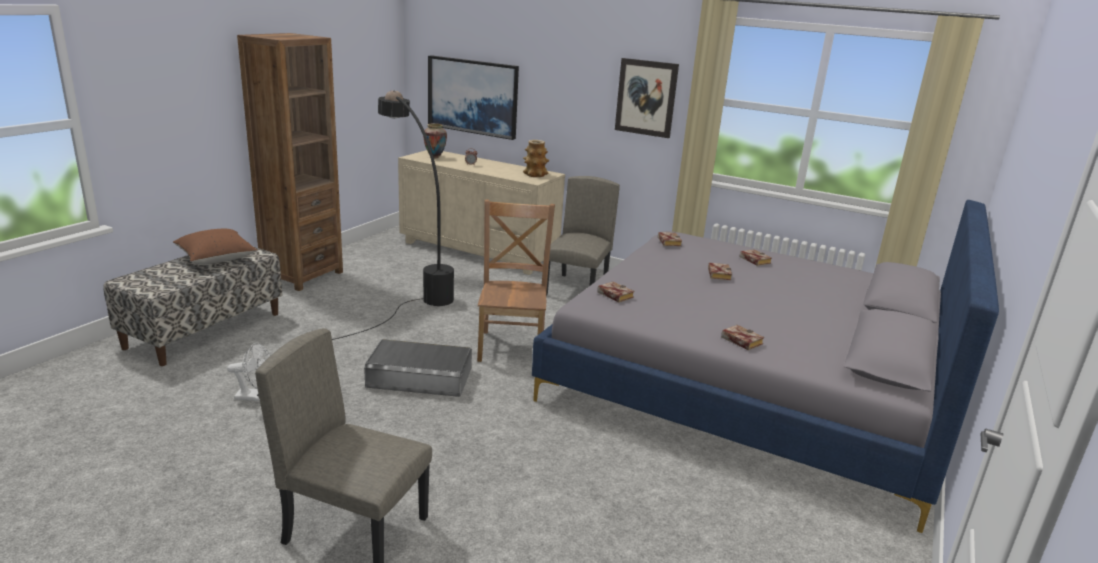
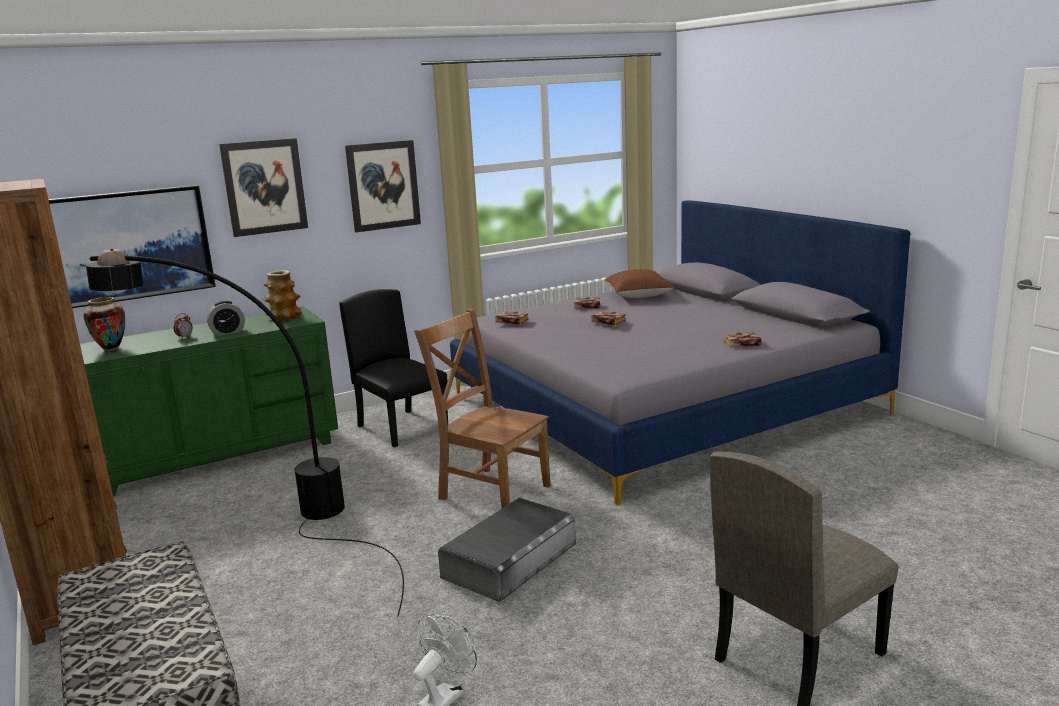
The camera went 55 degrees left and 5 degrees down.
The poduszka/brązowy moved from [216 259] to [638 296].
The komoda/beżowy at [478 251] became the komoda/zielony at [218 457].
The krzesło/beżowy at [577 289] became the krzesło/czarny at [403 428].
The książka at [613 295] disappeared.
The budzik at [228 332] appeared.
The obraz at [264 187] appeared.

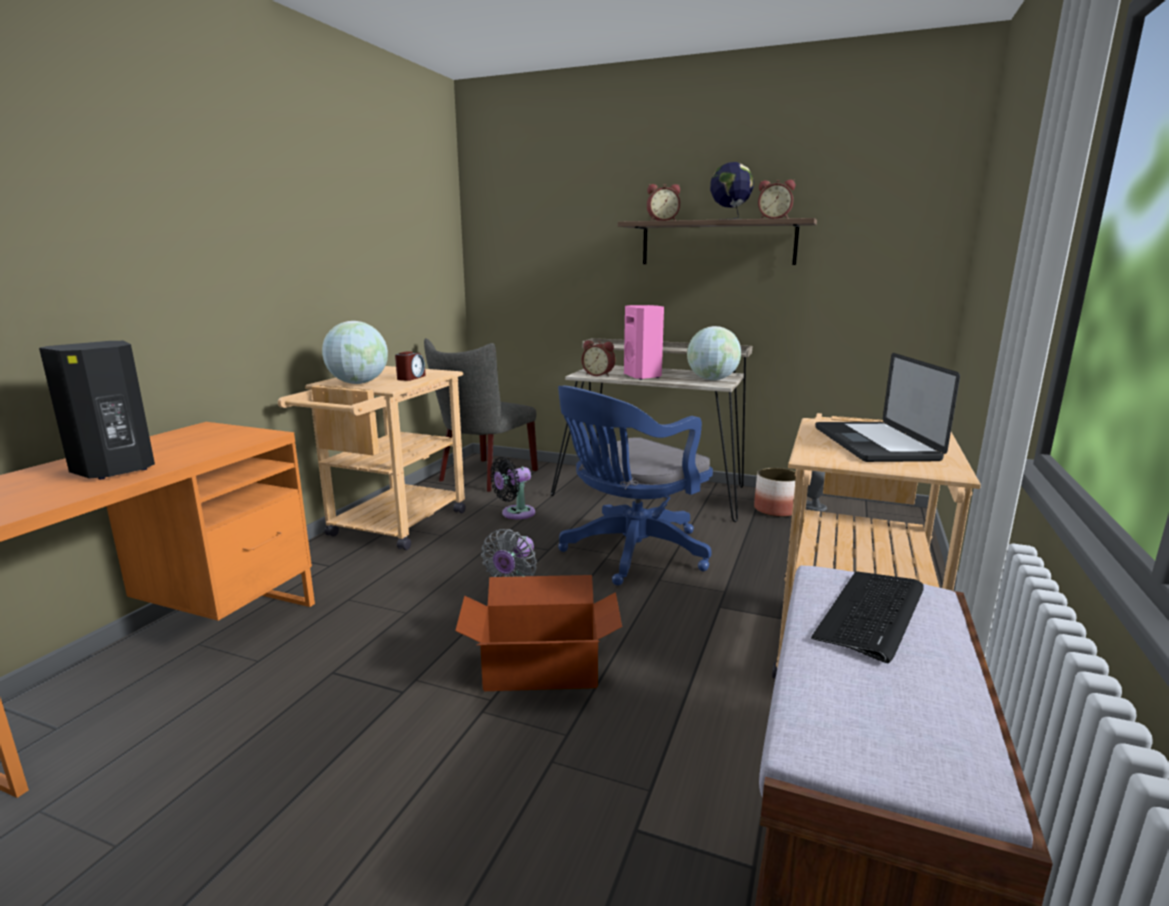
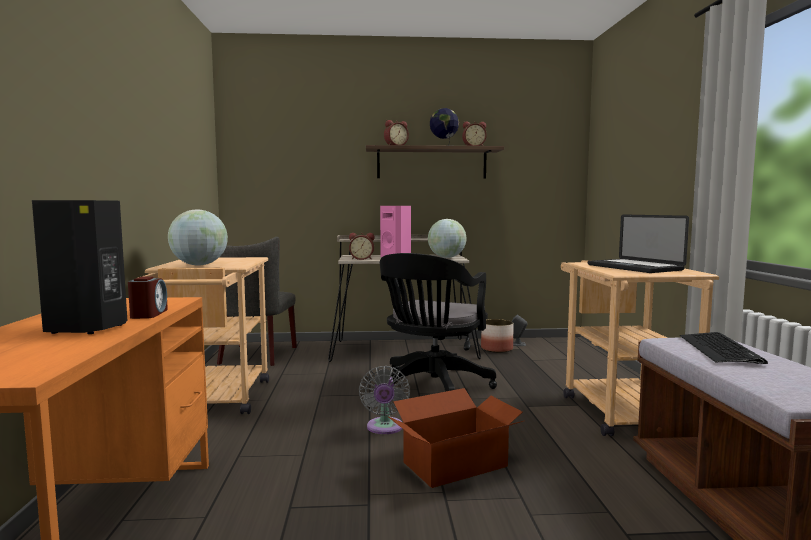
The camera went 25 degrees left and 10 degrees down.
The budzik moved from [411 378] to [149 314].
The wentylator/czarny at [515 513] disappeared.
The krzesło biurowe/niebieski at [630 553] became the krzesło biurowe/czarny at [432 387].

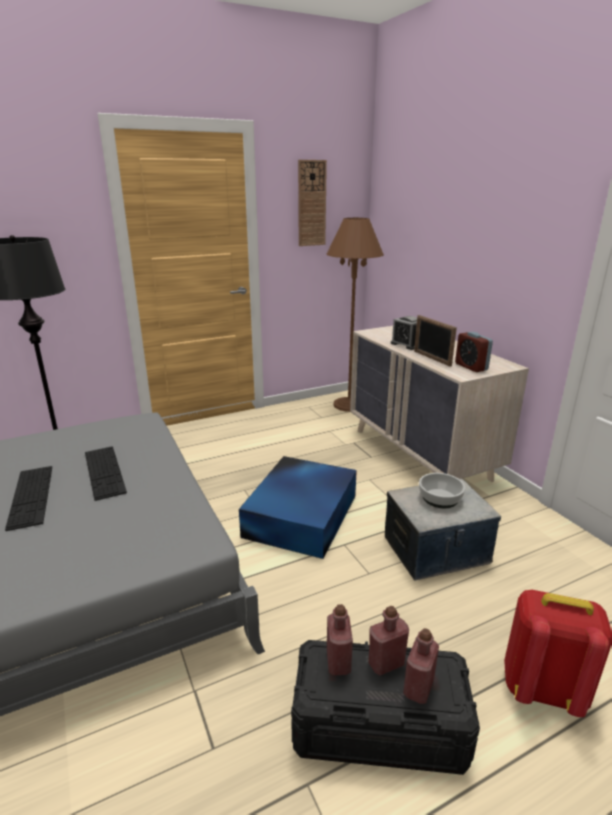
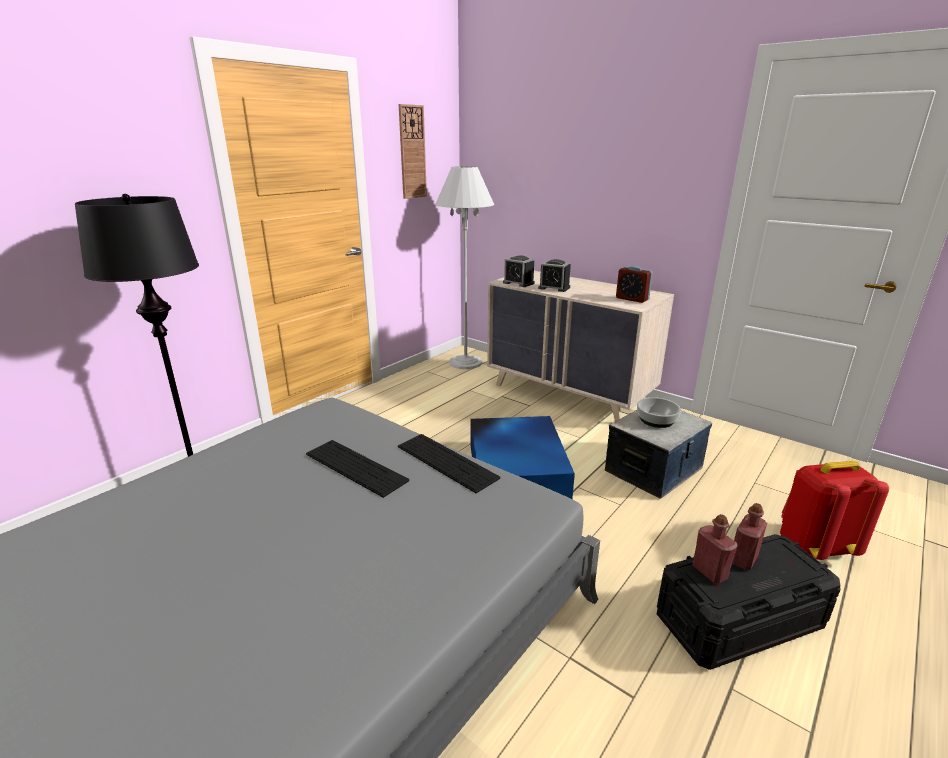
The camera went 25 degrees left and 0 degrees up.
The klawiatura moved from [31 496] to [446 462].
The lampa stojąca/brązowy at [349 405] became the lampa stojąca/biały at [465 362].
The butelka/czerwony at [418 687] disappeared.
The ramka na zdjęcie at [431 358] disappeared.
The budzik at [518 283] appeared.

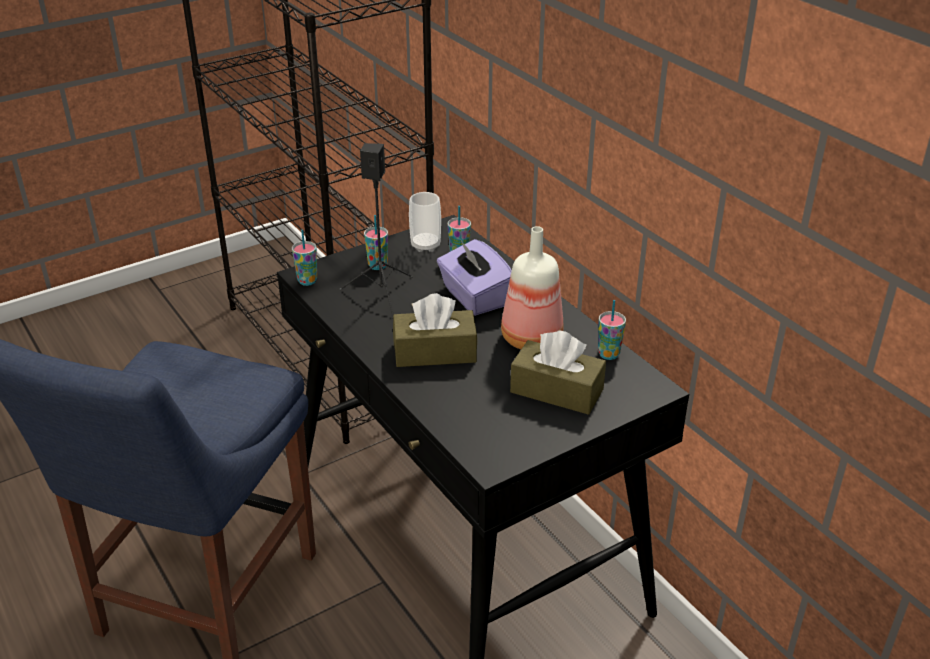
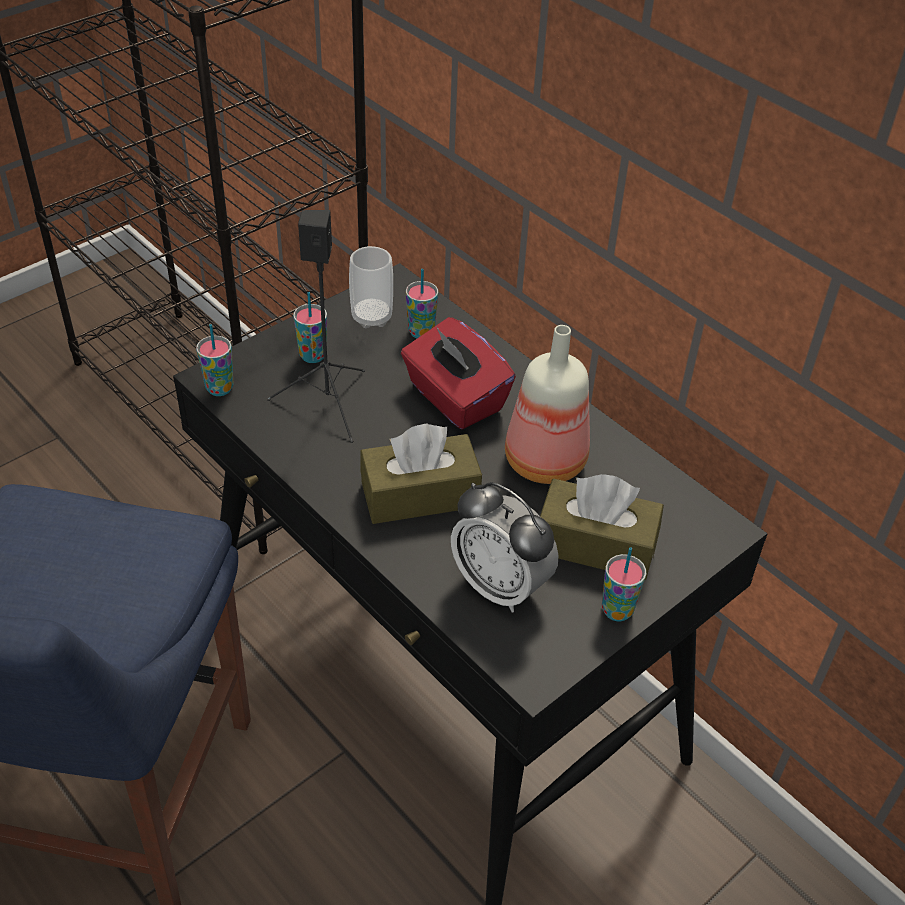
The camera went 10 degrees left and 10 degrees up.
The pudełko chusteczek/fioletowy at [474 297] became the pudełko chusteczek/czerwony at [454 398].
The filiżanka moved from [608 354] to [617 610].
The budzik at [500 586] appeared.

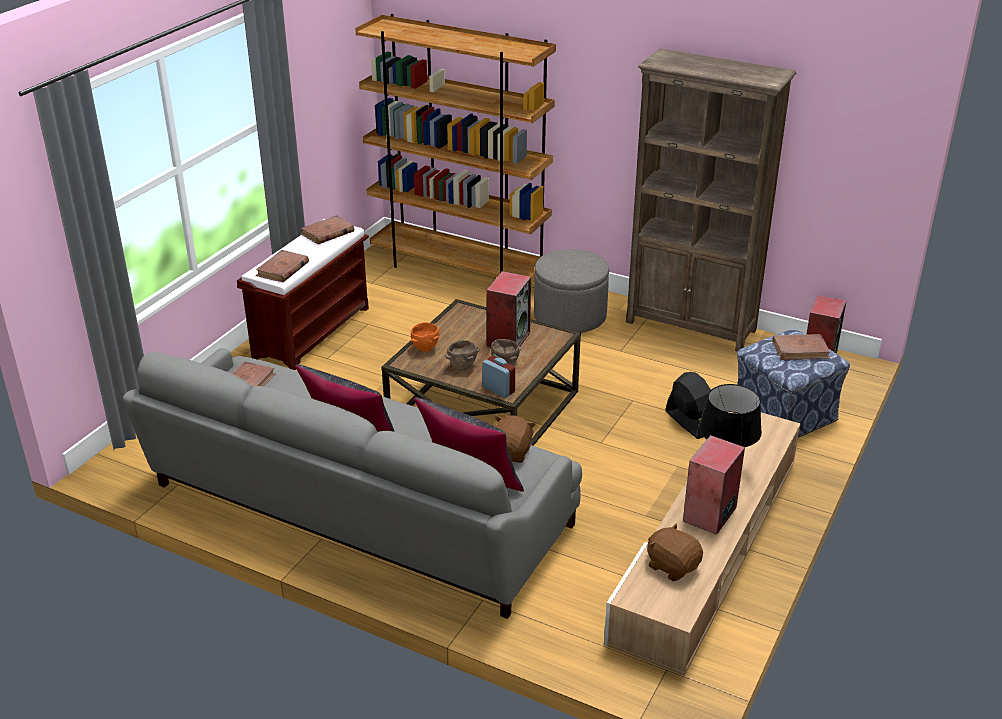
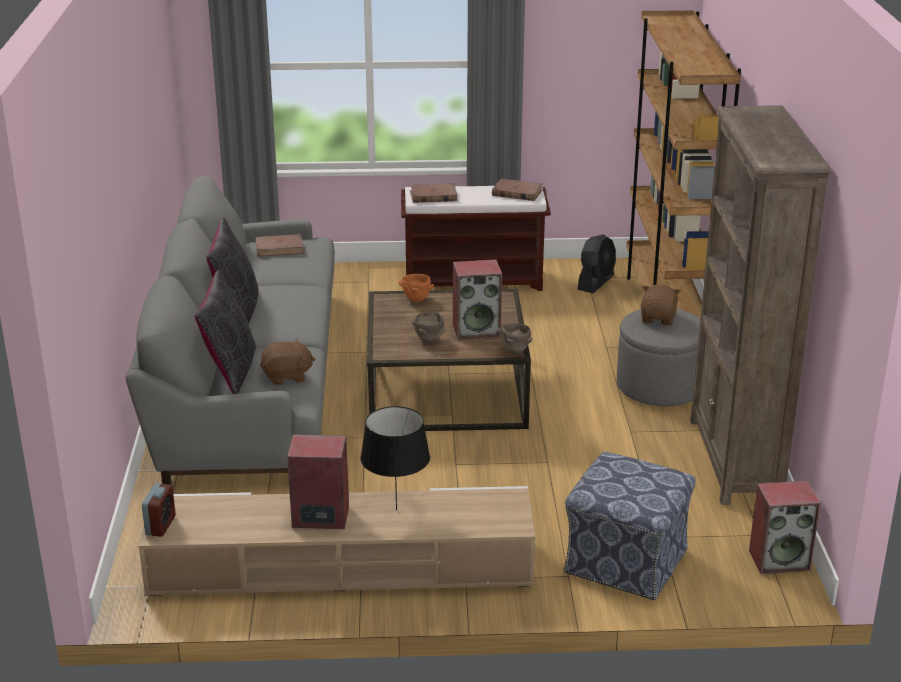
The camera went 60 degrees right and 5 degrees down.
The miska/brązowy moved from [463 367] to [515 352].
The budzik moved from [498 390] to [160 525].
The pluszak/brązowy moved from [672 566] to [658 318].
The wentylator/czarny moved from [689 422] to [596 282].
The książka/brązowy at [800 350] disappeared.

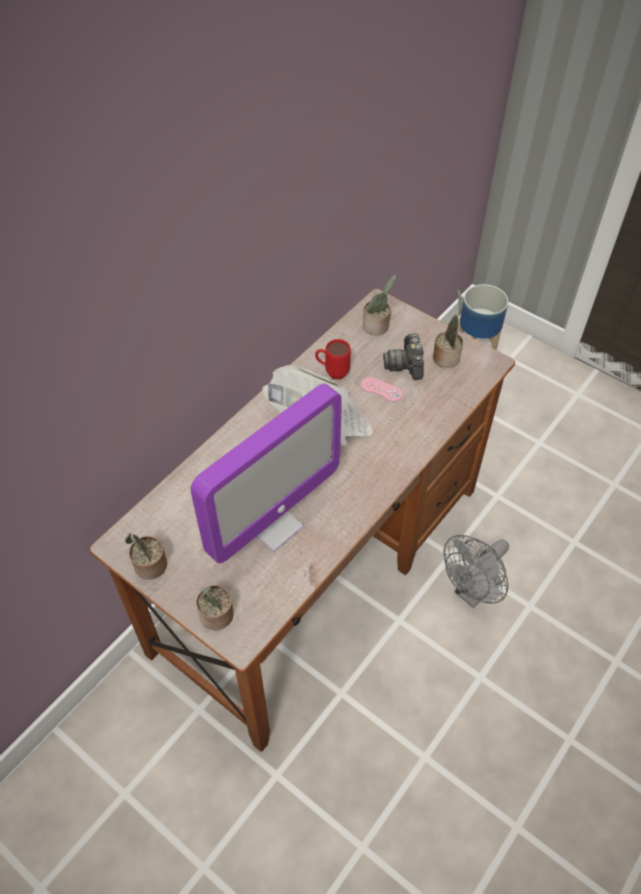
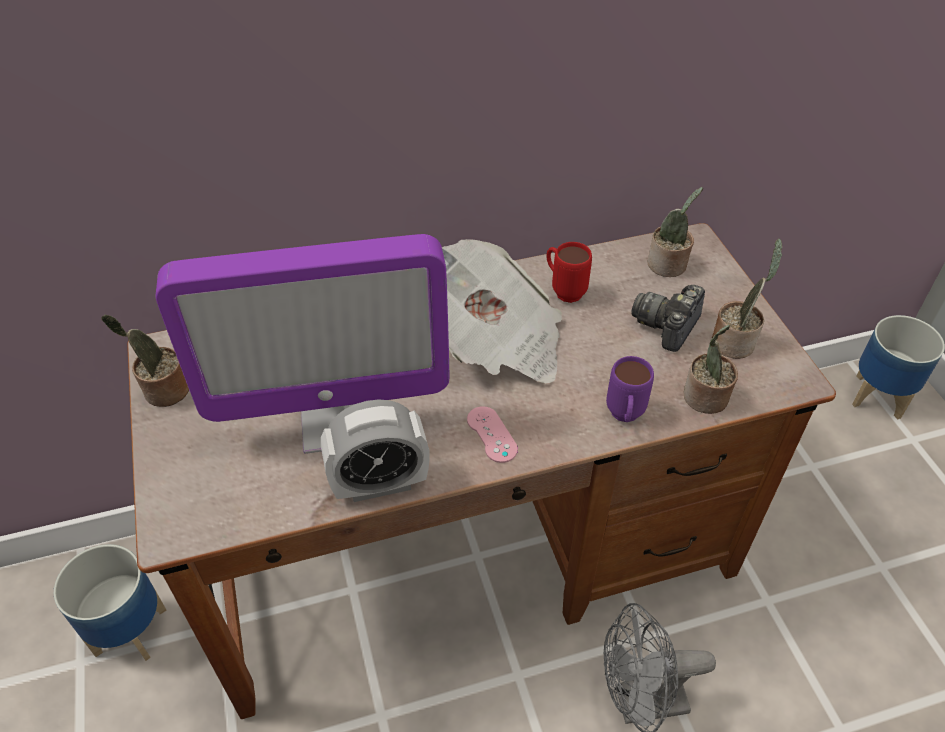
The camera went 35 degrees right and 5 degrees down.
The roślina doniczkowa moved from [216 617] to [704 399].
The pad do gier/różowy moved from [381 390] to [491 434].
The donica at [129 631] appeared.
The budzik at [379 484] appeared.
The kubek/fioletowy at [624 418] appeared.

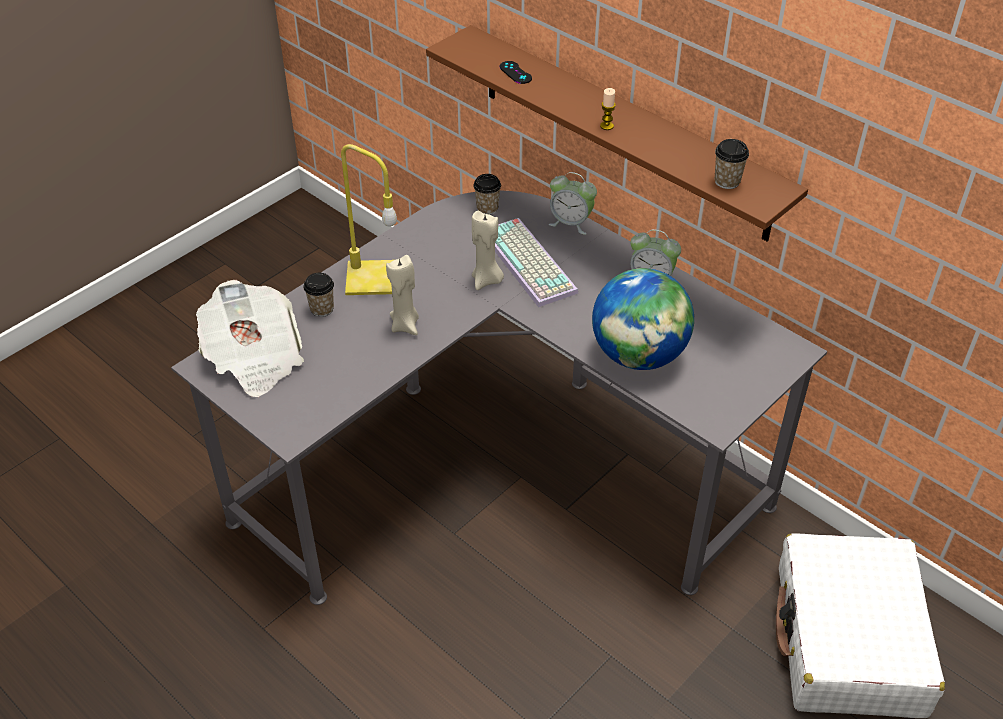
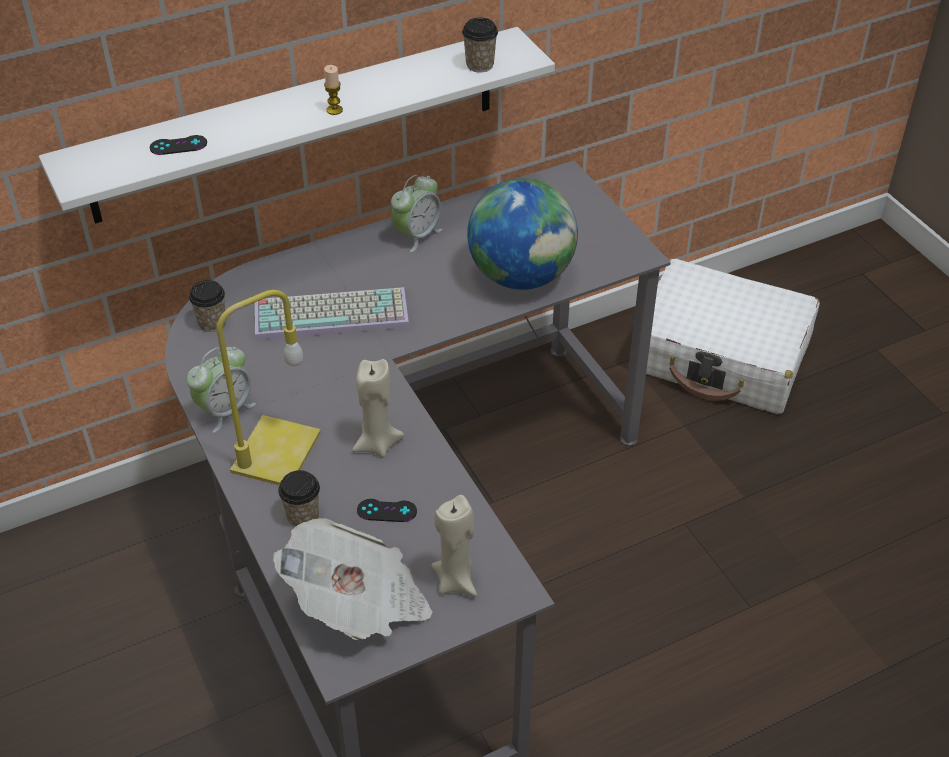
The camera went 70 degrees left and 0 degrees up.
The półka/brązowy at [622 131] became the półka/biały at [297 125].
The świeca/beżowy moved from [486 280] to [456 581].
The budzik moved from [571 223] to [225 410].
The pad do gier/czarny at [387 511] appeared.

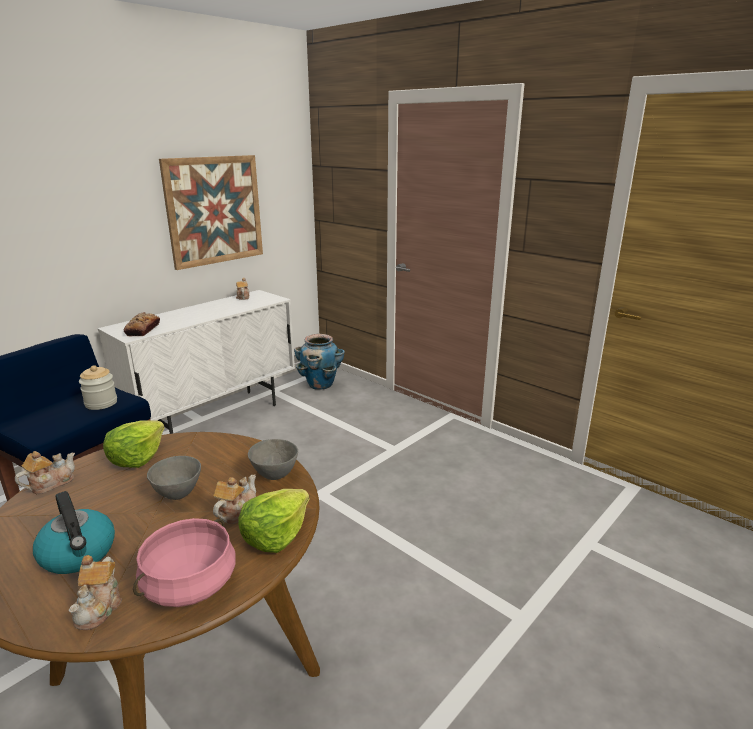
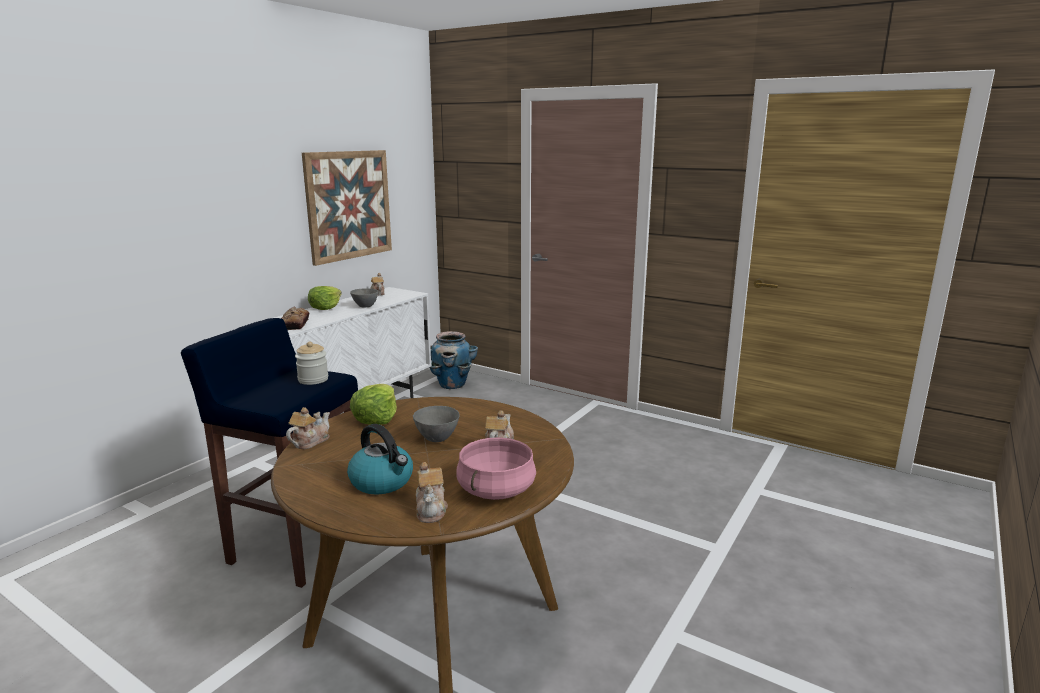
The camera went 10 degrees left and 5 degrees down.
The sałata moved from [275 535] to [325 307].
The miska/szary moved from [274 475] to [365 306].

